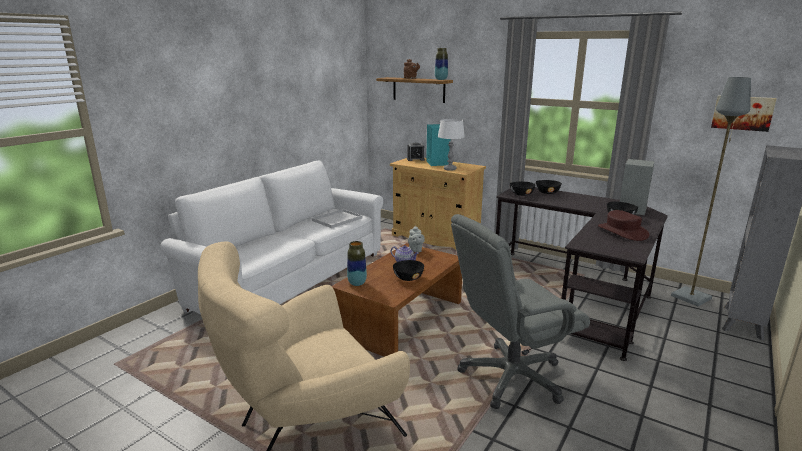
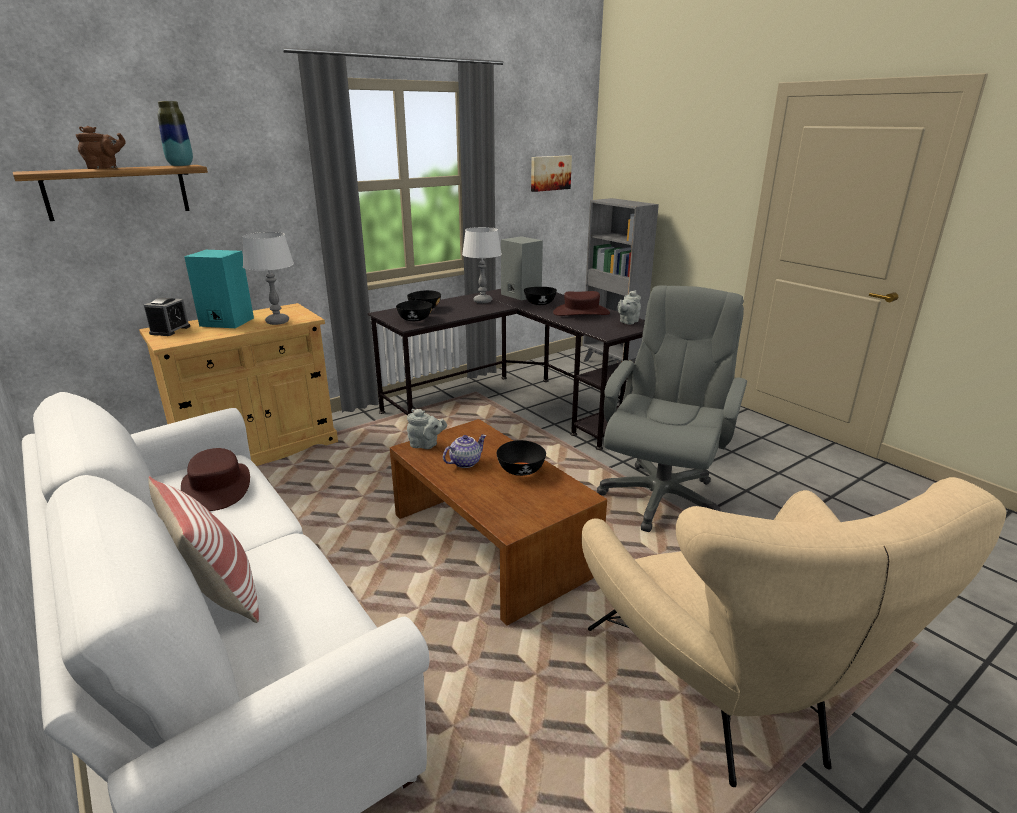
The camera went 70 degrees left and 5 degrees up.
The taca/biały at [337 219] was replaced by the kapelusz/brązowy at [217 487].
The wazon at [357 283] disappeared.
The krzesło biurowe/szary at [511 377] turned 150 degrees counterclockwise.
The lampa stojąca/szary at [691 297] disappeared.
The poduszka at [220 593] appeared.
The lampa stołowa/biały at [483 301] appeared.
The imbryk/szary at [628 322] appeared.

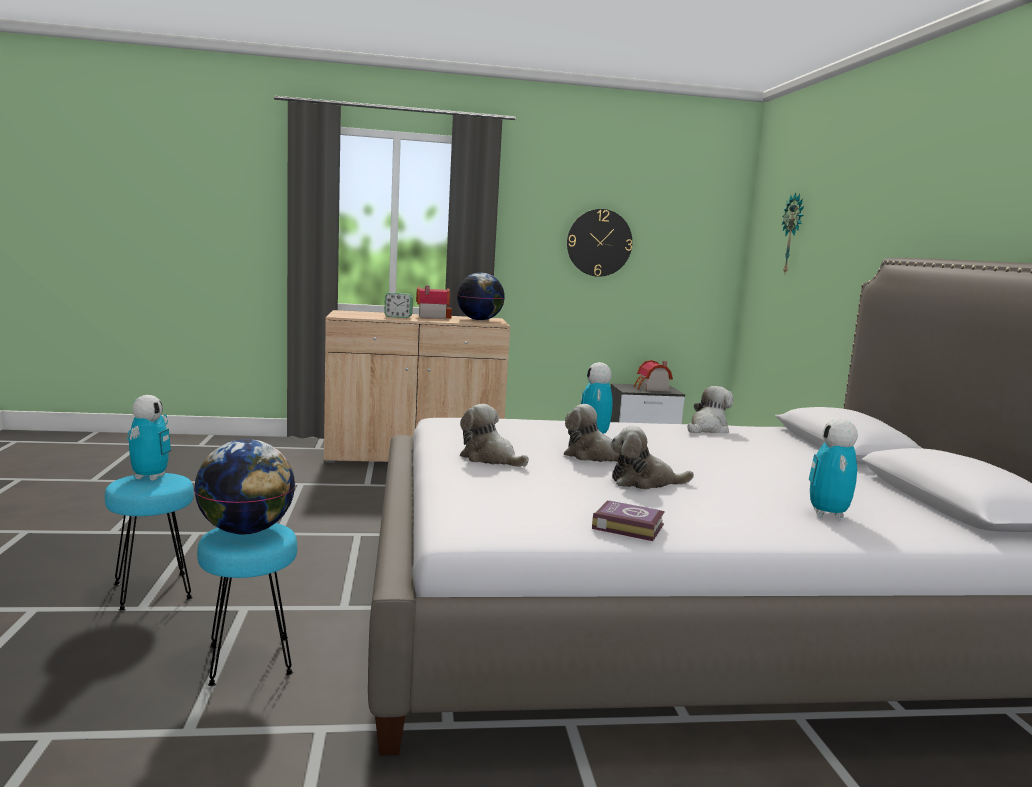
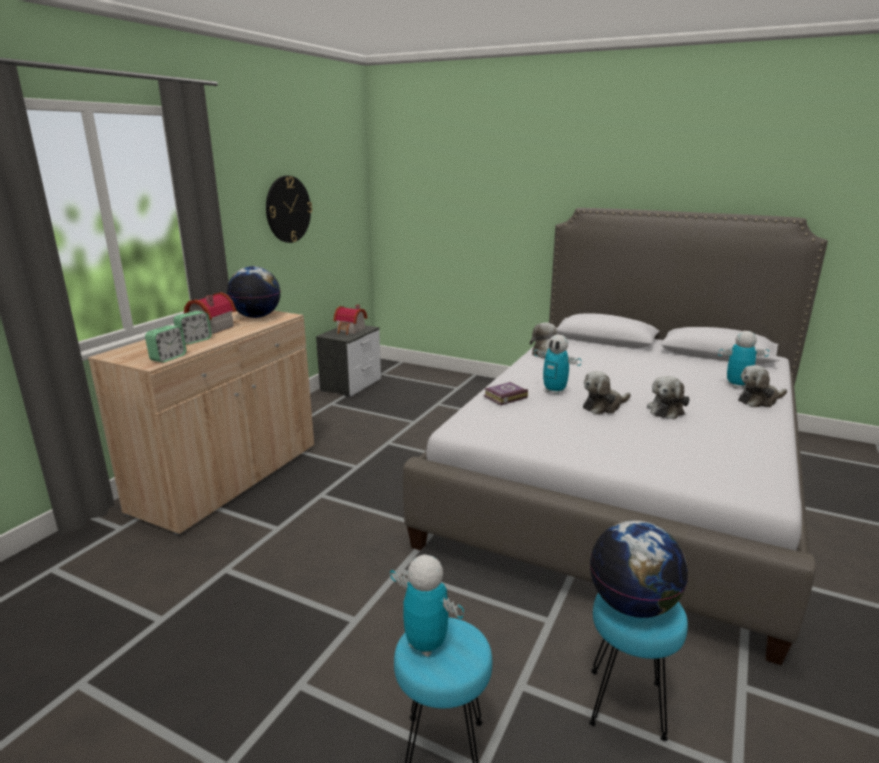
The camera went 55 degrees left and 10 degrees up.
The pluszak moved from [490 458] to [759 400].
The książka moved from [626 526] to [504 397].
The zegar ścienny at [793 234] disappeared.
The robot zabawkowy at [827 514] turned 135 degrees clockwise.
The budzik at [168 358] appeared.

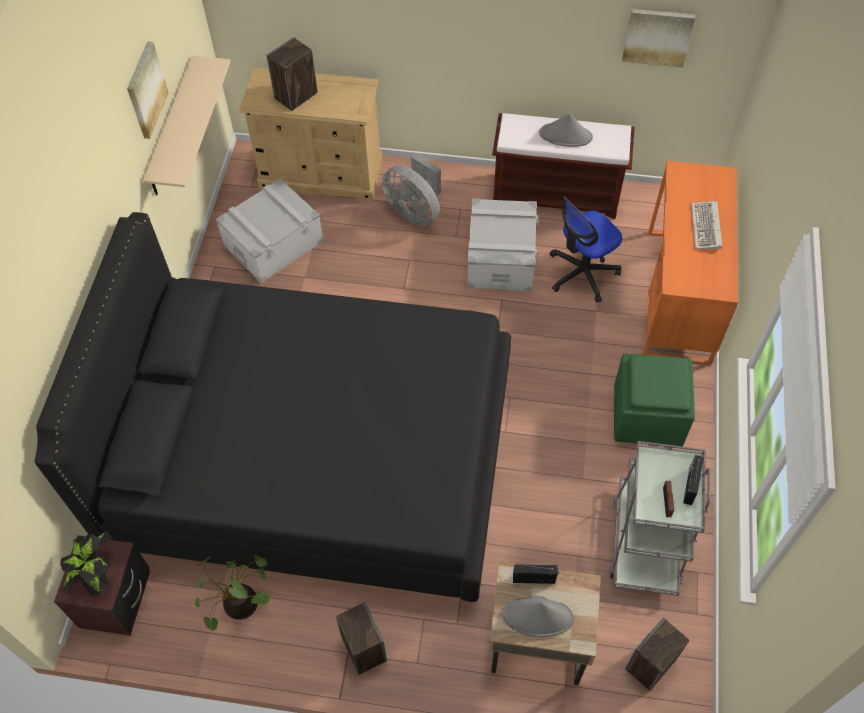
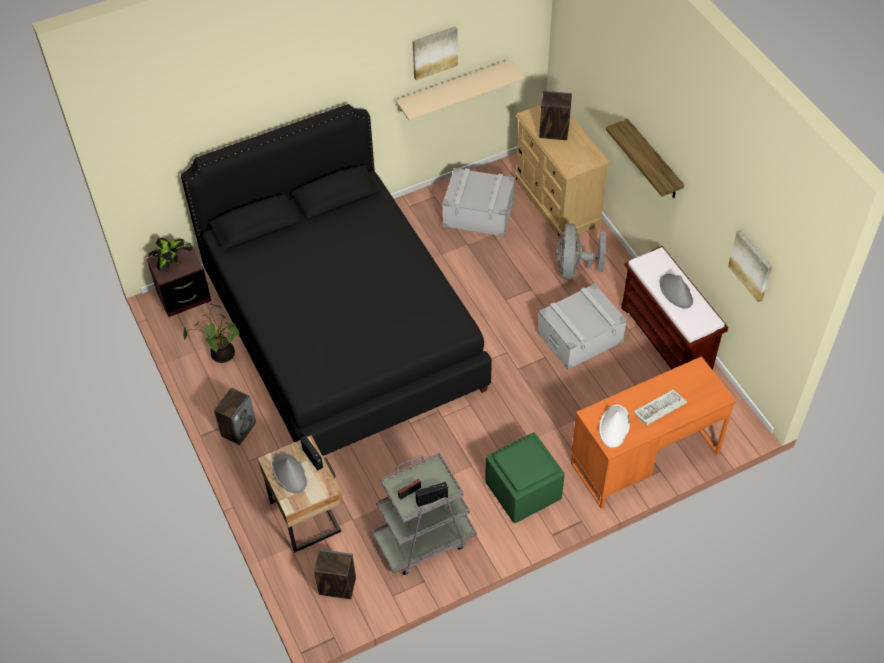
The camera went 55 degrees right and 5 degrees down.
The krzesło biurowe at [582 273] disappeared.
The kapelusz/biały at [614 427] appeared.
The półka at [653 161] appeared.

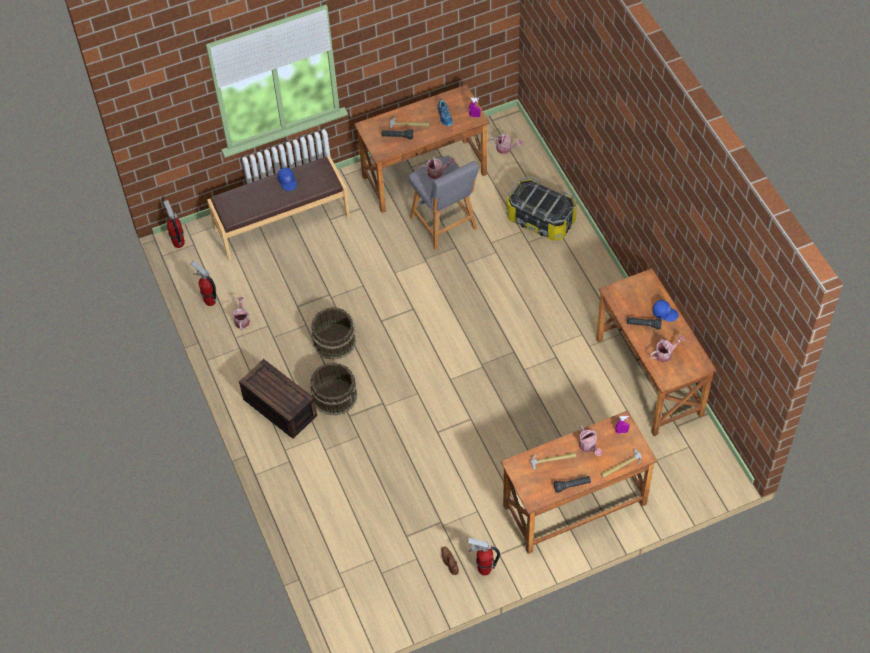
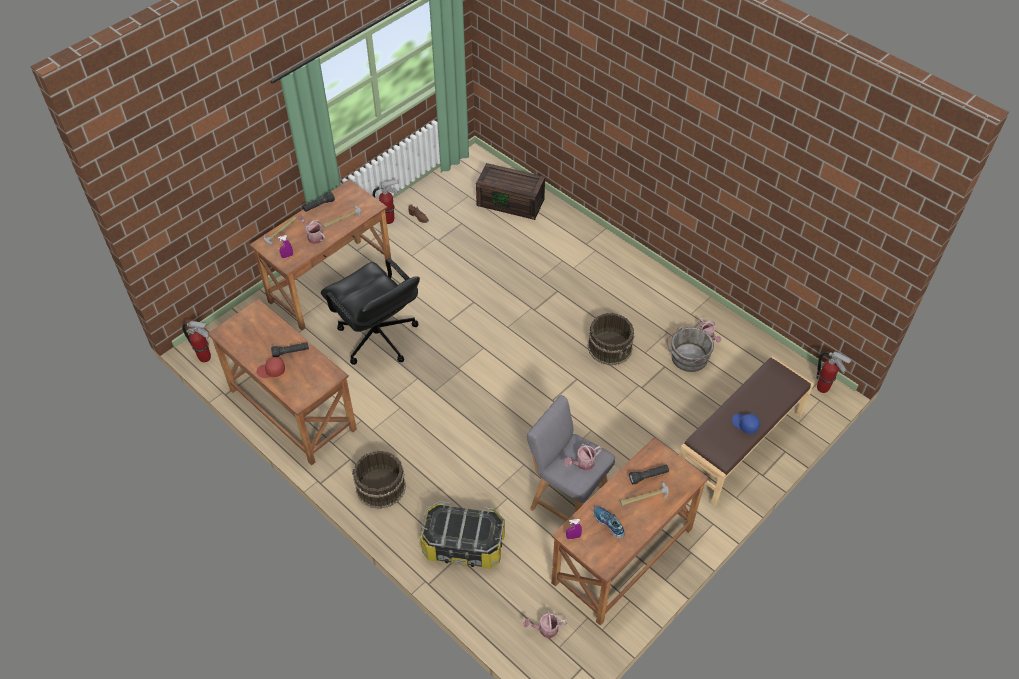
The camera went 155 degrees right and 5 degrees down.
The gaśnica moved from [210 301] to [205 358].
The pojemnik do przechowywania/brązowy moved from [278 407] to [511 202].
The wiadro/brązowy moved from [335 395] to [380 487].
The konewka at [665 354] disappeared.
The czapka z daszkiem/niebieski at [665 313] became the czapka z daszkiem/czerwony at [271 371].
The krzesło biurowe/czarny at [378 338] appeared.
The wiadro/szary at [687 358] appeared.

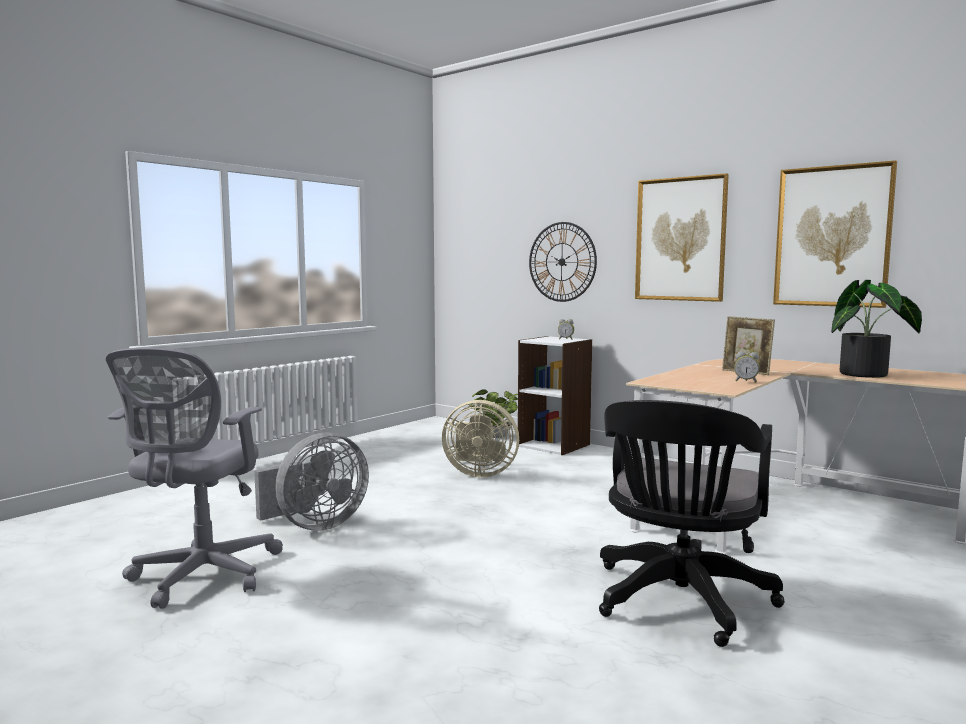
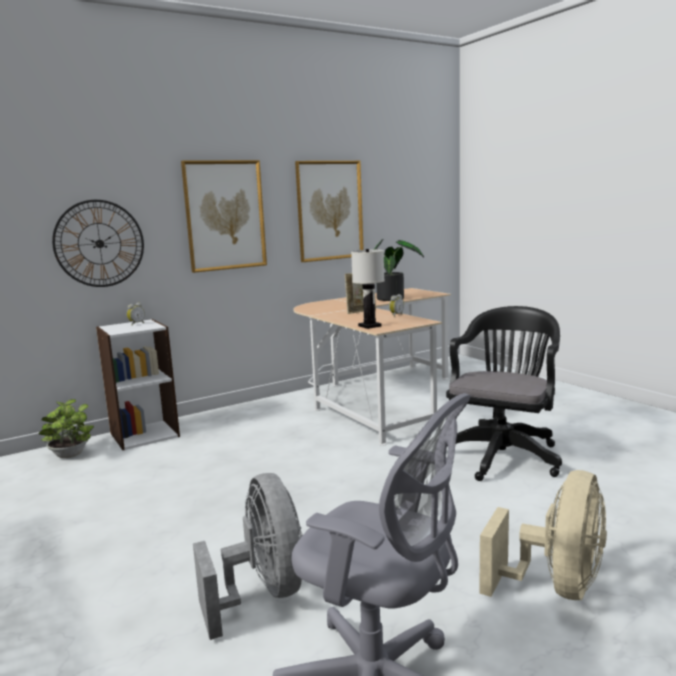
The camera went 70 degrees left and 5 degrees up.
The wentylator/beżowy moved from [479 473] to [556 587].
The krzesło biurowe/czarny at [679 602] turned 105 degrees counterclockwise.
The lampa stołowa/biały at [369 326] appeared.

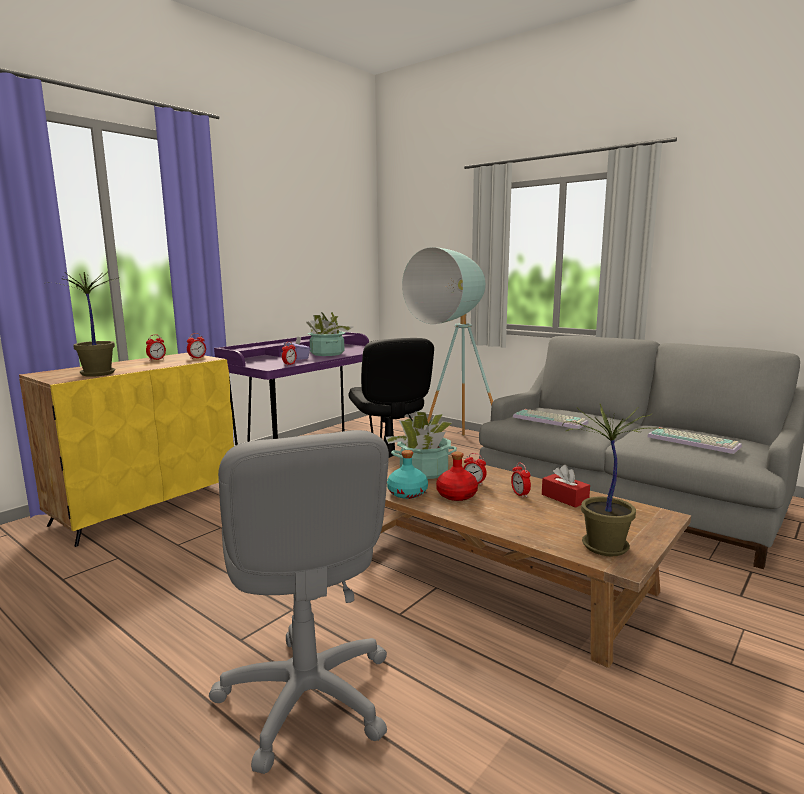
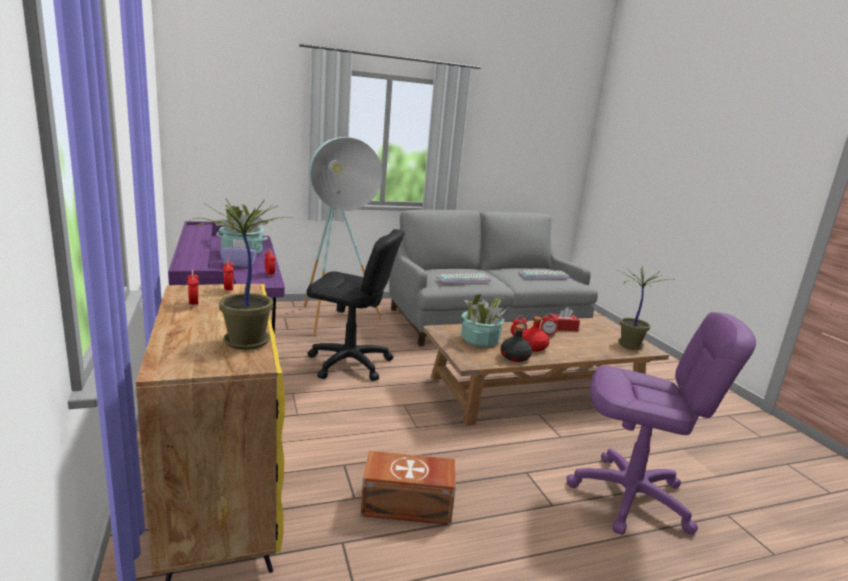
The camera went 60 degrees left and 5 degrees up.
The krzesło biurowe/szary at [306 697] became the krzesło biurowe/fioletowy at [630 497].
The butelka/turkusowy at [407 493] became the butelka/czarny at [515 357].
The pojemnik do przechowywania/brązowy at [408 506] appeared.

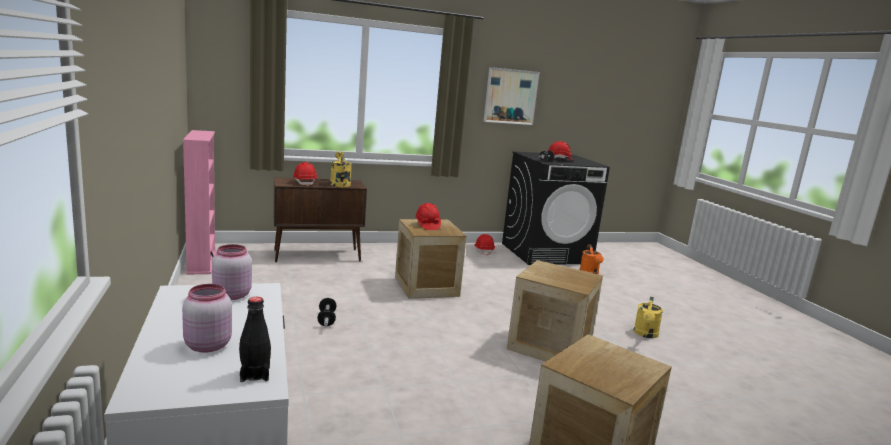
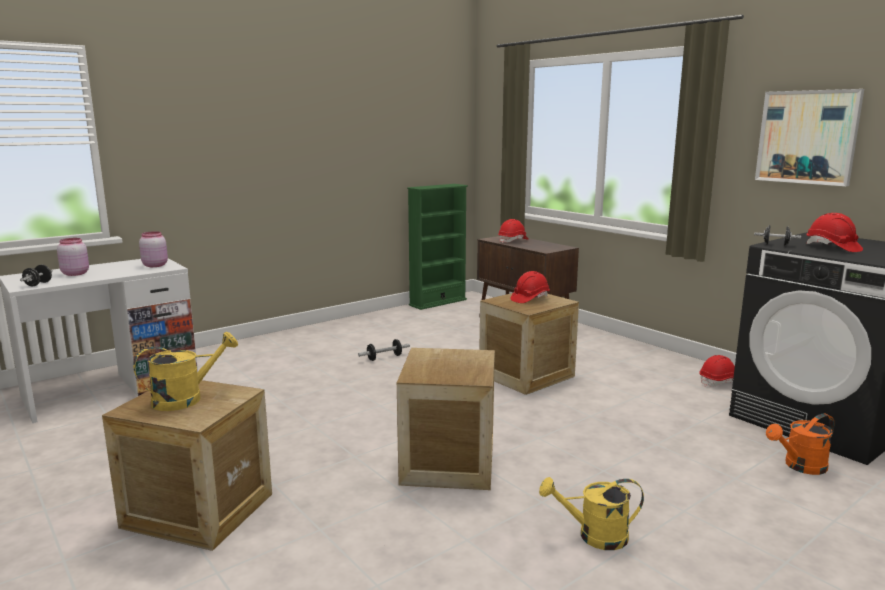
The camera went 70 degrees right and 0 degrees up.
The regał/różowy at [202 262] became the regał/zielony at [438 302].
The butelka/czarny at [255 374] was replaced by the hantel/czarny at [38 284].
The konewka/żółty moved from [339 183] to [186 399].

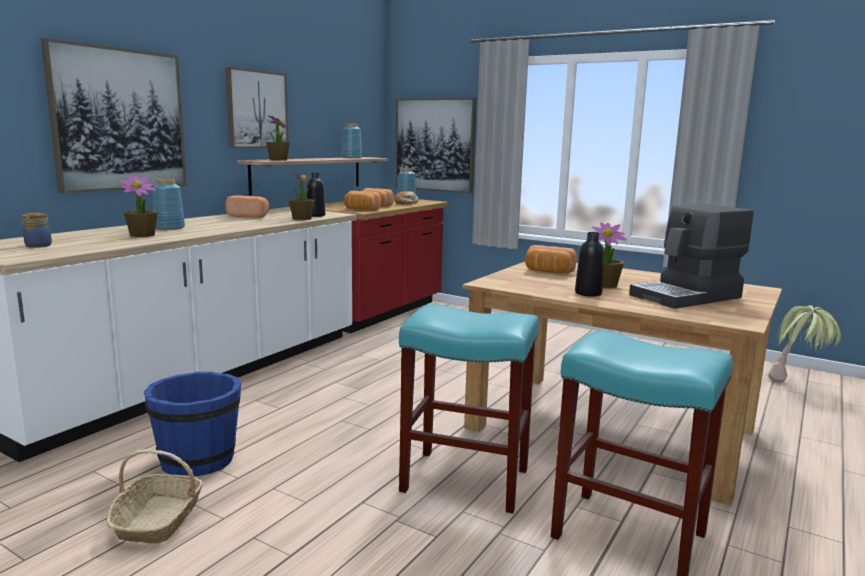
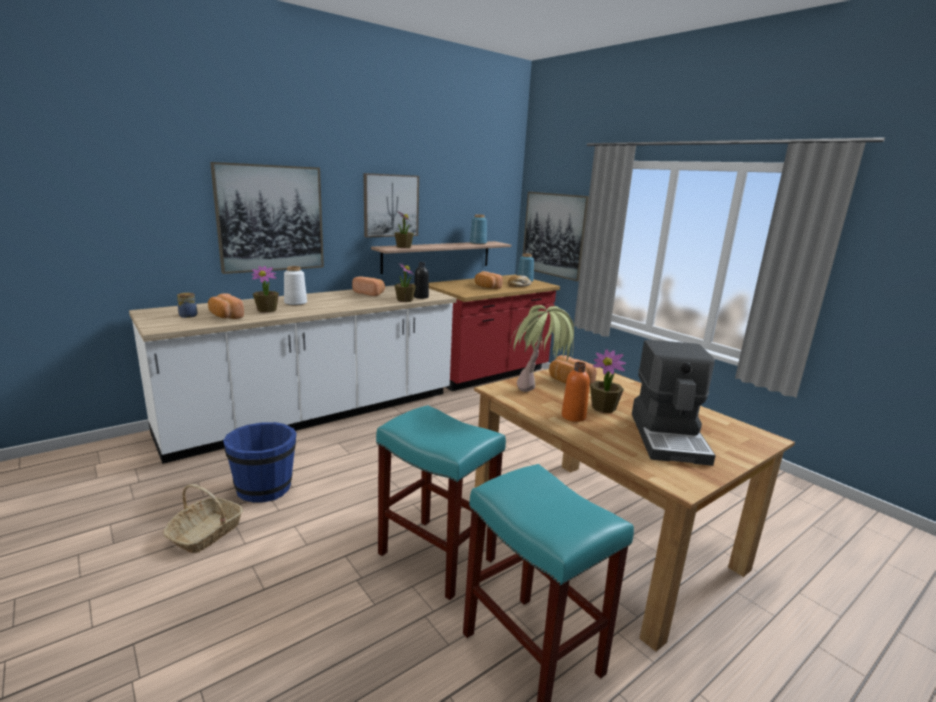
The camera went 20 degrees right and 5 degrees up.
The wazon/niebieski at [170 228] became the wazon/biały at [296 303].
The chleb moved from [360 210] to [225 316].
The butelka/czarny at [588 293] became the butelka/pomarańczowy at [573 416].
The ekspres do kawy at [687 296] turned 75 degrees counterclockwise.
The roślina doniczkowa moved from [798 385] to [538 397].

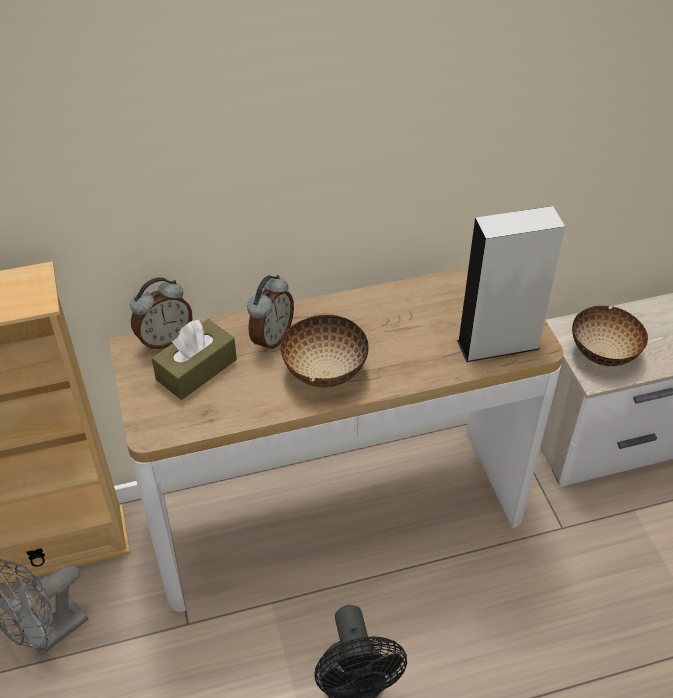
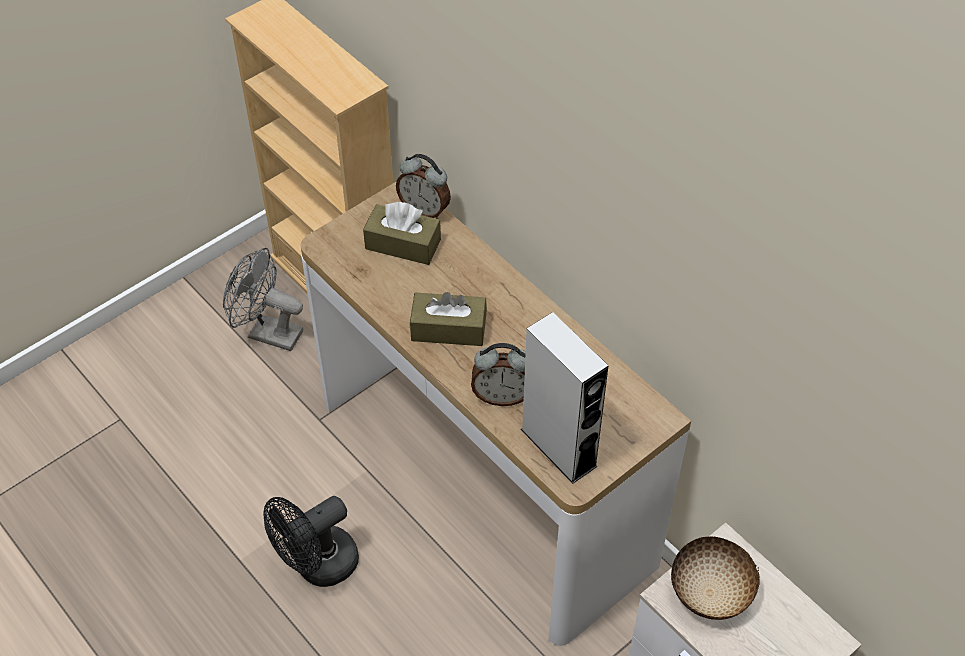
The camera went 65 degrees right and 5 degrees up.
The budzik moved from [271 338] to [502 396].
The miska at [324 371] was replaced by the pudełko chusteczek/brązowy at [448 329].

